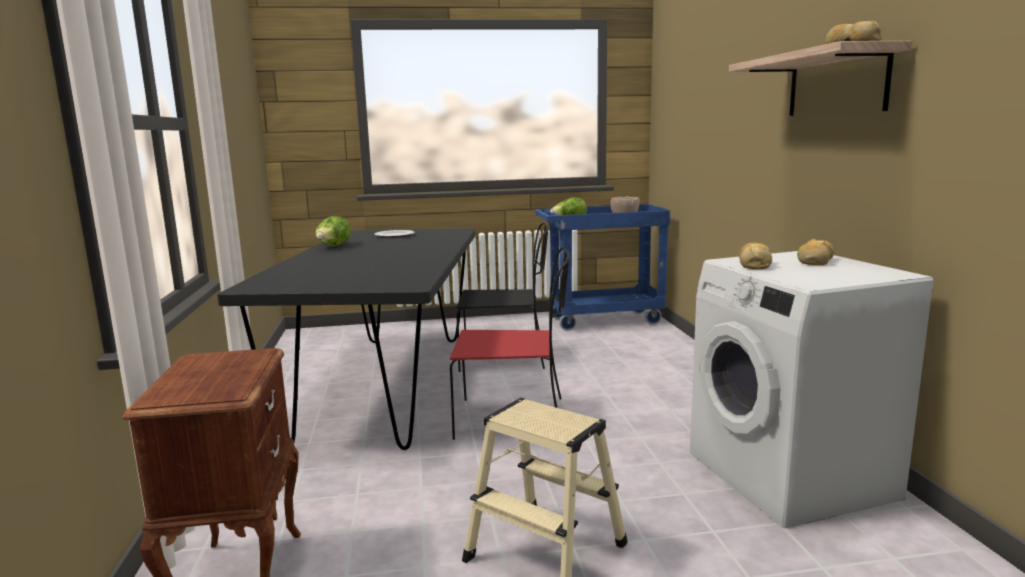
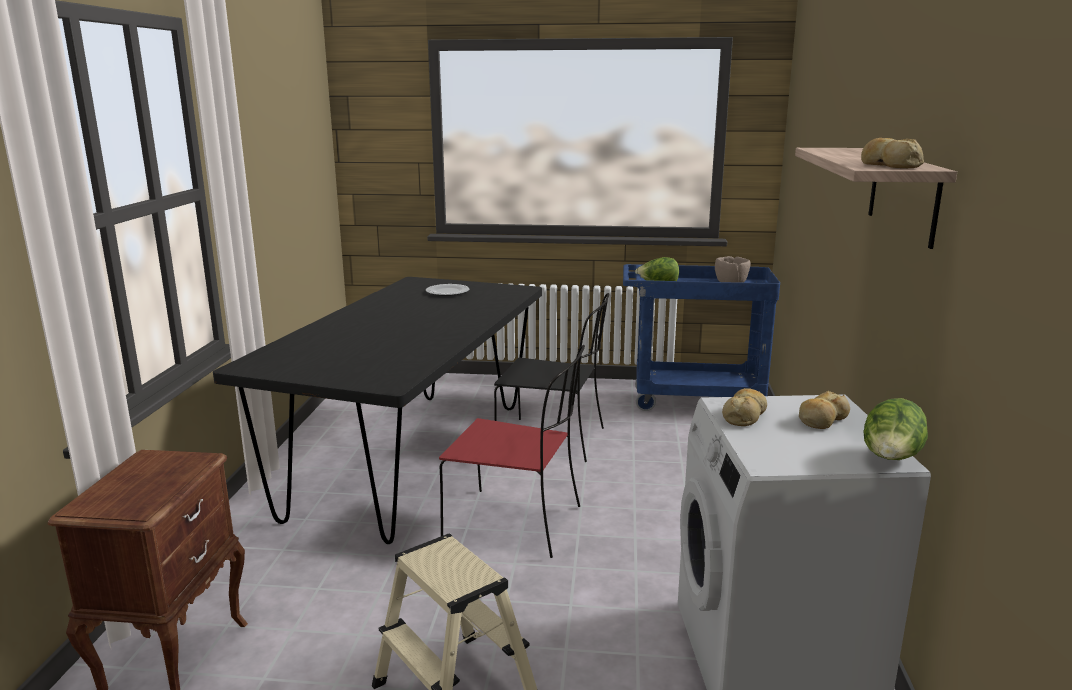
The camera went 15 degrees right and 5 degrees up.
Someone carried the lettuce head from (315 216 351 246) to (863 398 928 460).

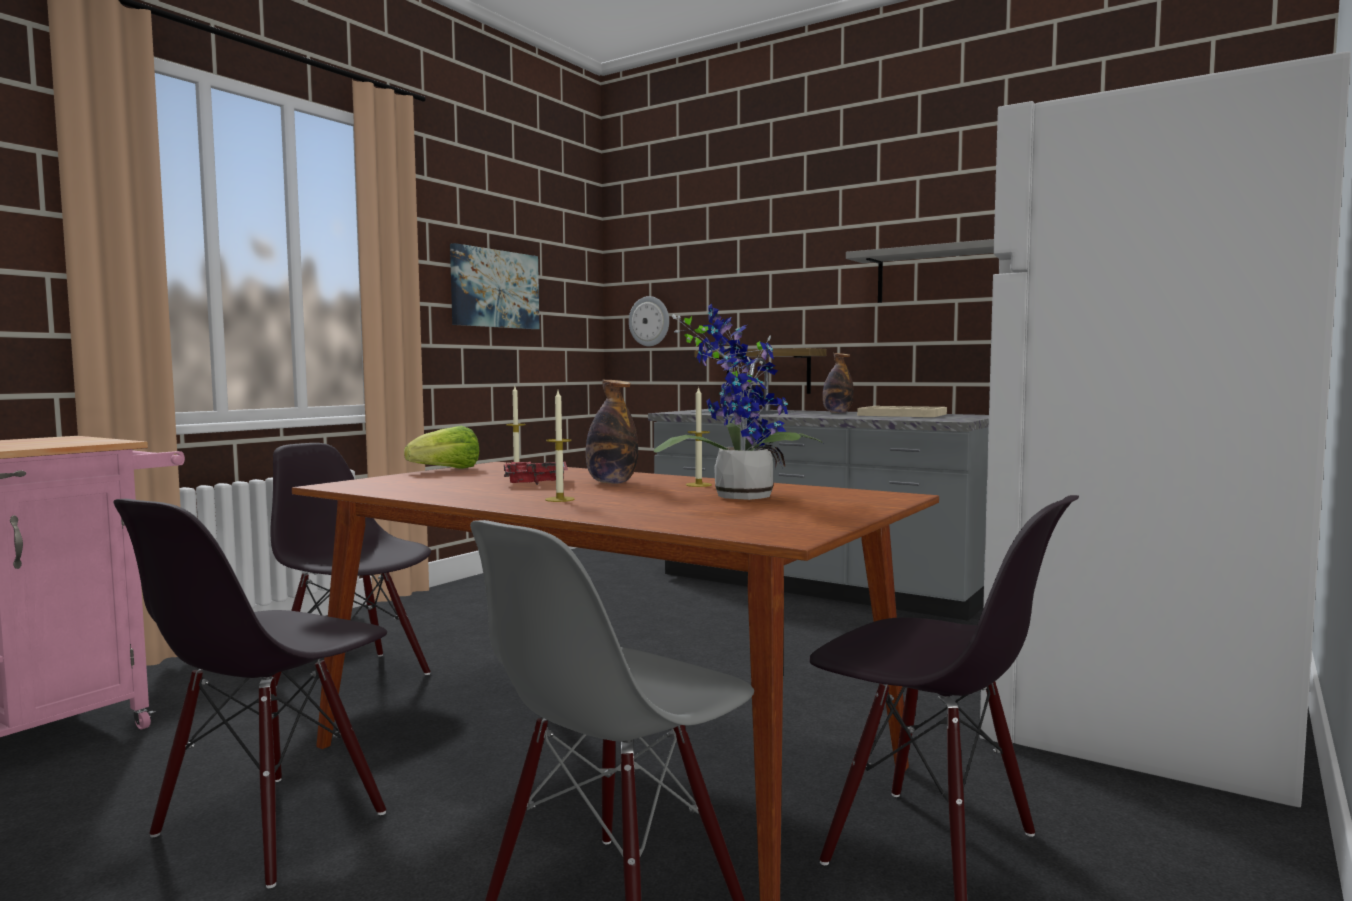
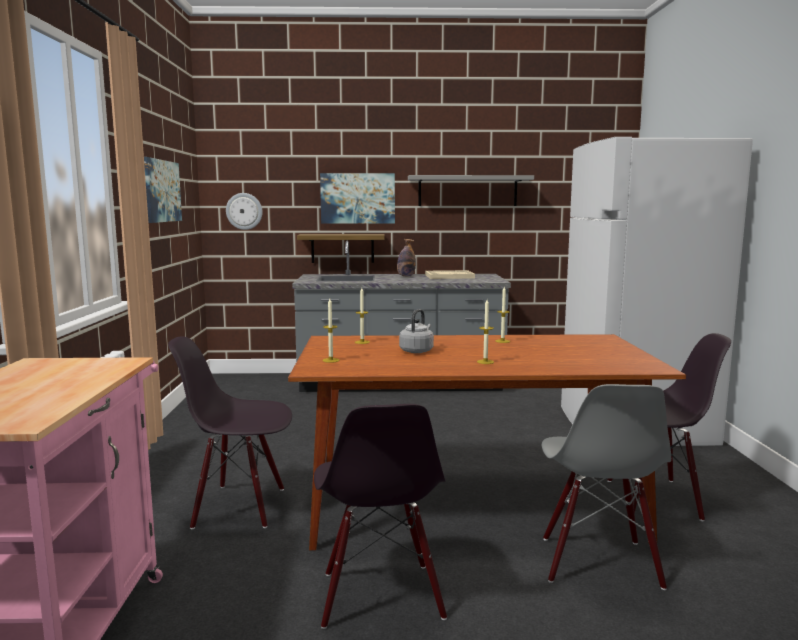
The camera went 35 degrees left and 5 degrees up.
Someone took away the lettuce head at (404 426 479 469).
Someone swapped the red tray at (504 462 568 485) for the grey kettle at (399 309 434 353).
Someone took away the drink bottle at (586 379 638 484).
Someone took away the houseplant at (654 303 823 500).
Someone put up the wall art at (320 173 395 224).
Someone put down the wax light at (323 299 339 363).

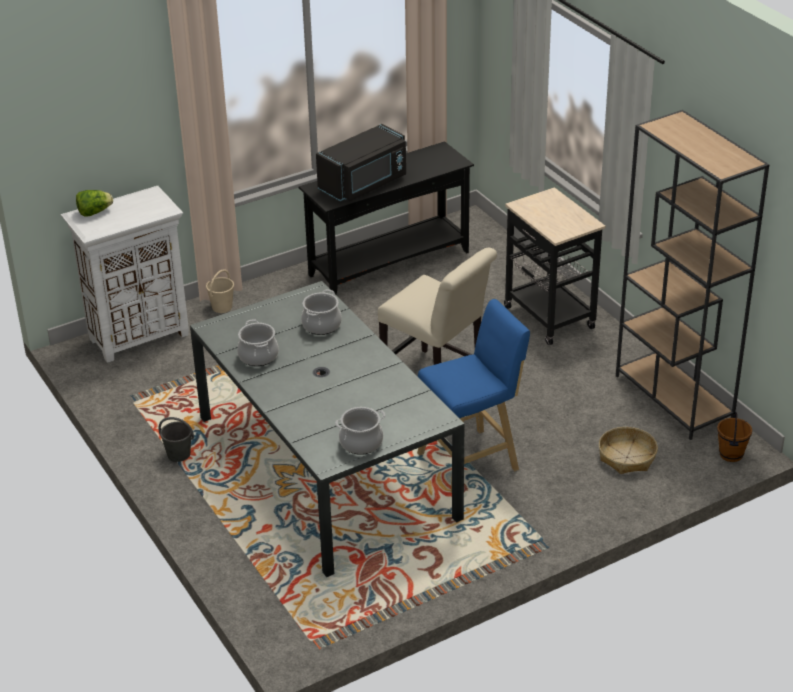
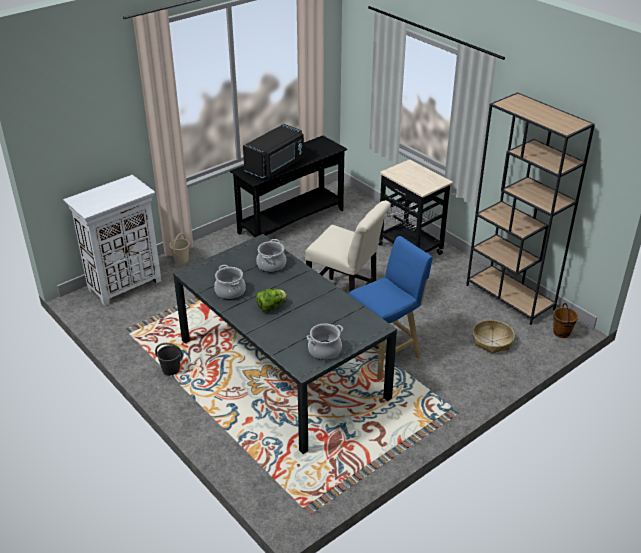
The camera went 10 degrees left and 0 degrees up.
Someone carried the lettuce head from (76 190 113 216) to (256 289 287 312).

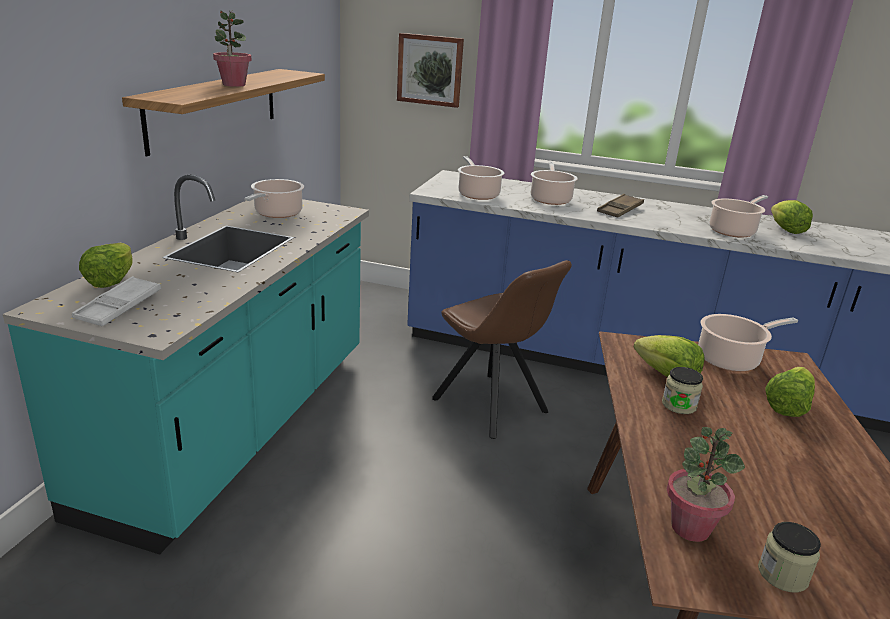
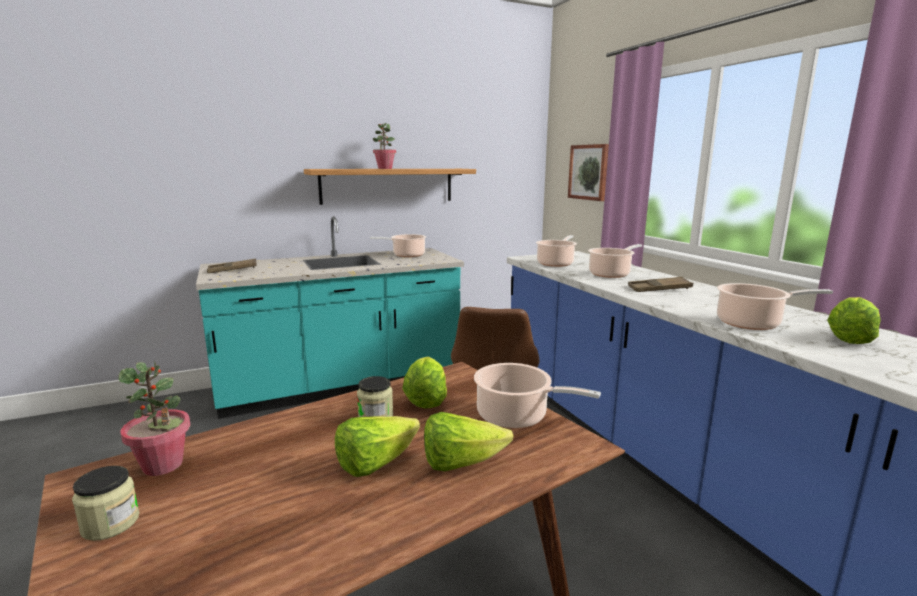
The camera went 50 degrees right and 10 degrees down.
Someone repainted the white-coloured tray at (72 276 161 326), which became the brown-coloured tray at (207 259 257 273).
Someone carried the lettuce head from (79 243 133 288) to (335 416 420 477).

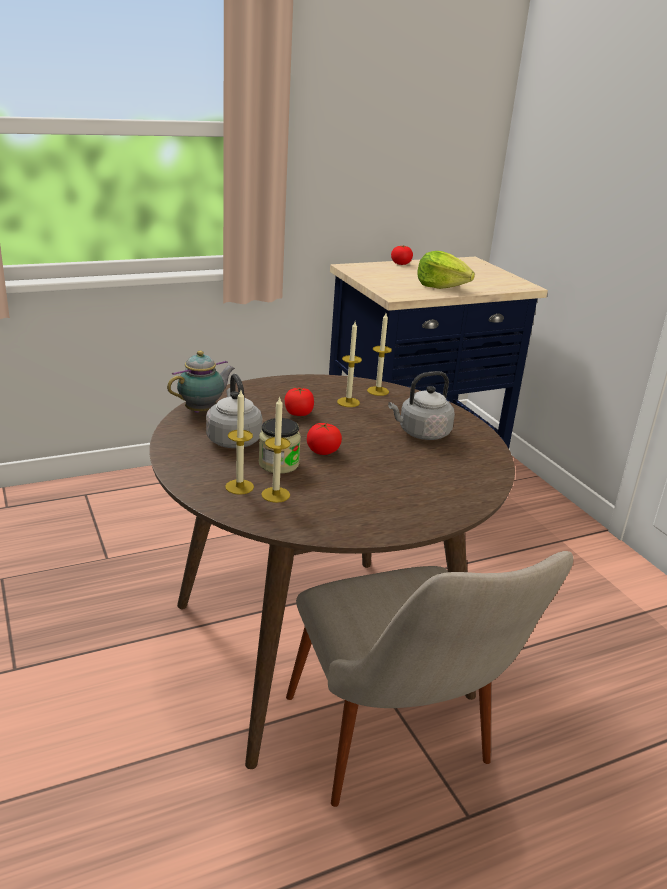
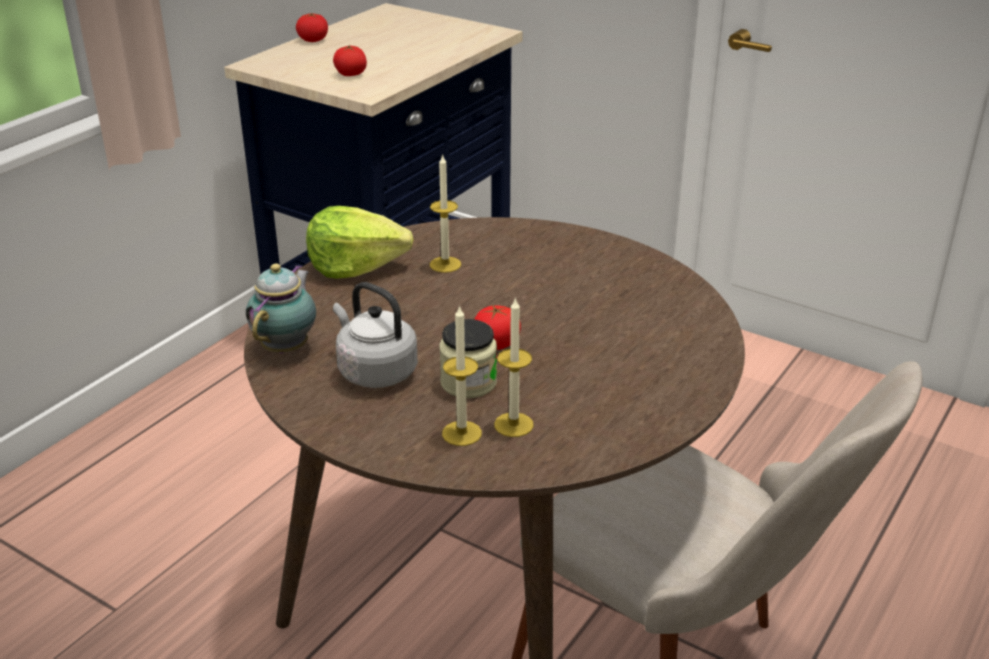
The camera went 30 degrees left and 5 degrees up.
Someone carried the whole tomato from (285 388 314 416) to (333 45 367 76).
Someone took away the wax light at (367 313 392 396).
Someone took away the grey kettle at (388 371 455 440).
Someone carried the lettuce head from (417 251 475 289) to (306 206 413 279).

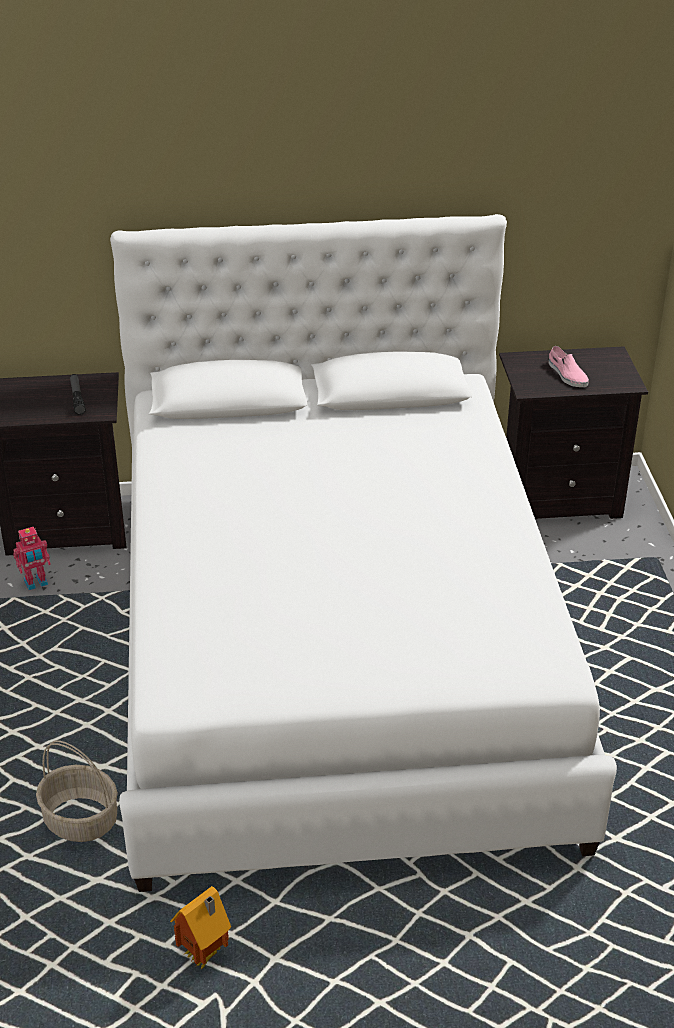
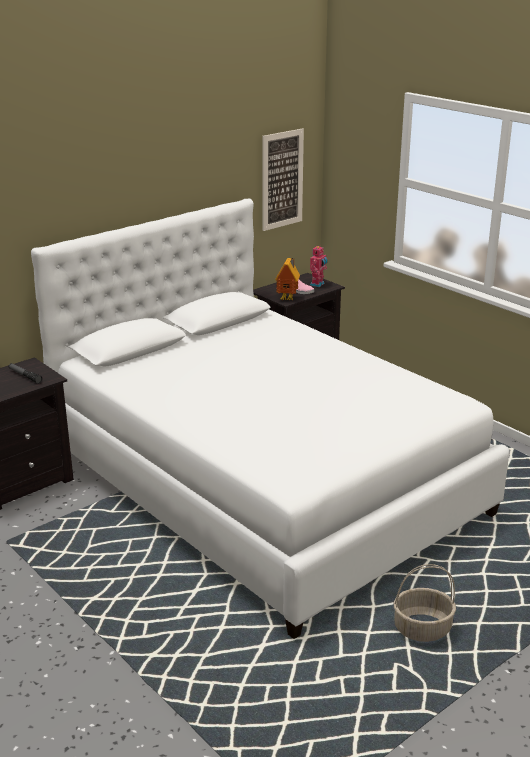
The camera went 35 degrees left and 10 degrees down.
Someone carried the model robot from (13 527 51 590) to (310 245 328 287).
Someone carried the basket from (36 741 118 842) to (394 564 456 642).
Someone carried the miniature house from (170 886 231 970) to (275 258 300 301).
Someone put up the wall art at (262 128 304 231).

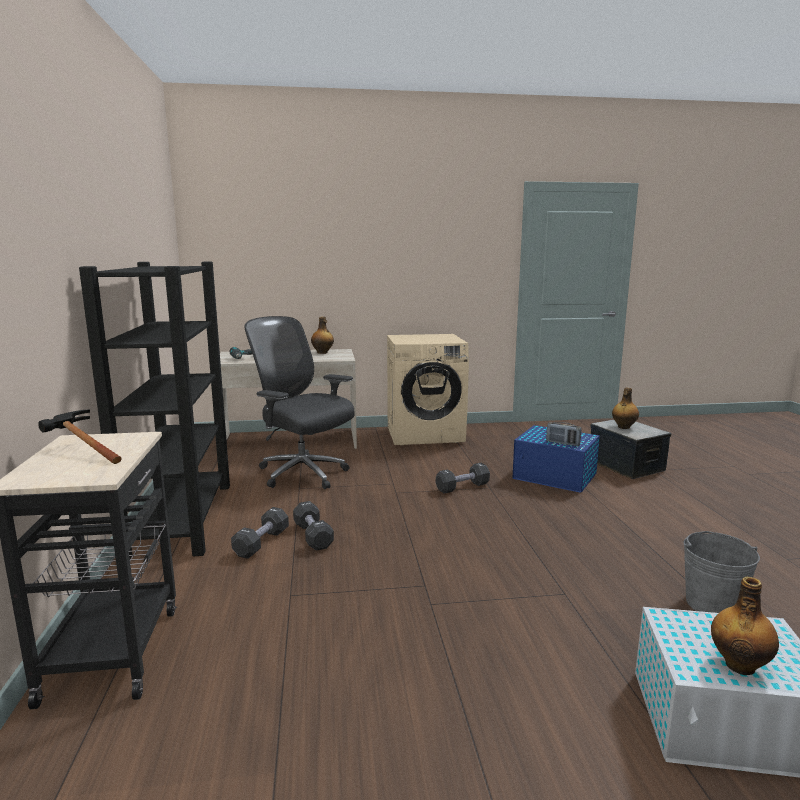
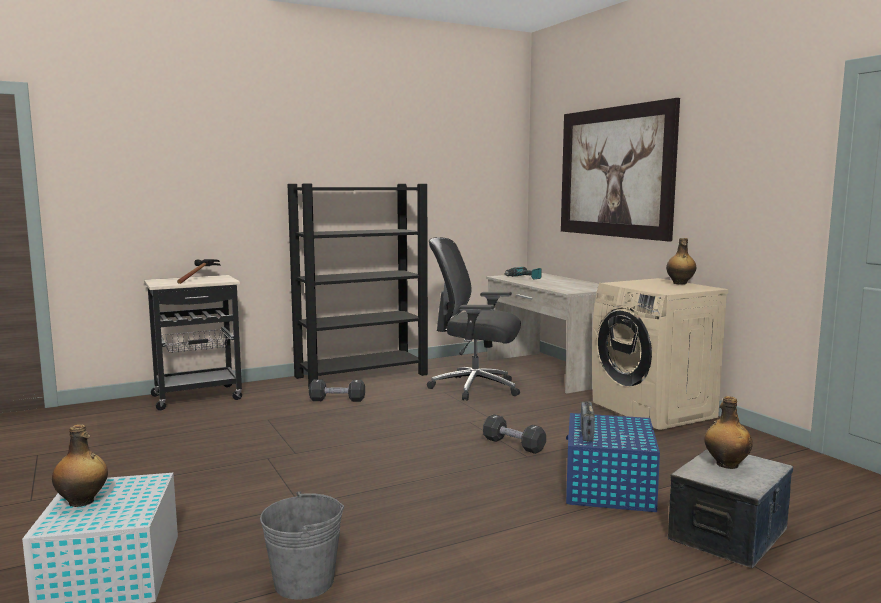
The camera went 70 degrees right and 5 degrees down.
Someone rotated the office chair at (244 316 354 489) by 90 degrees counterclockwise.
Someone took away the blackish free weight at (293 501 334 551).
Someone carried the drink bottle from (311 317 334 354) to (666 238 696 285).
Someone put up the wall art at (561 98 680 241).

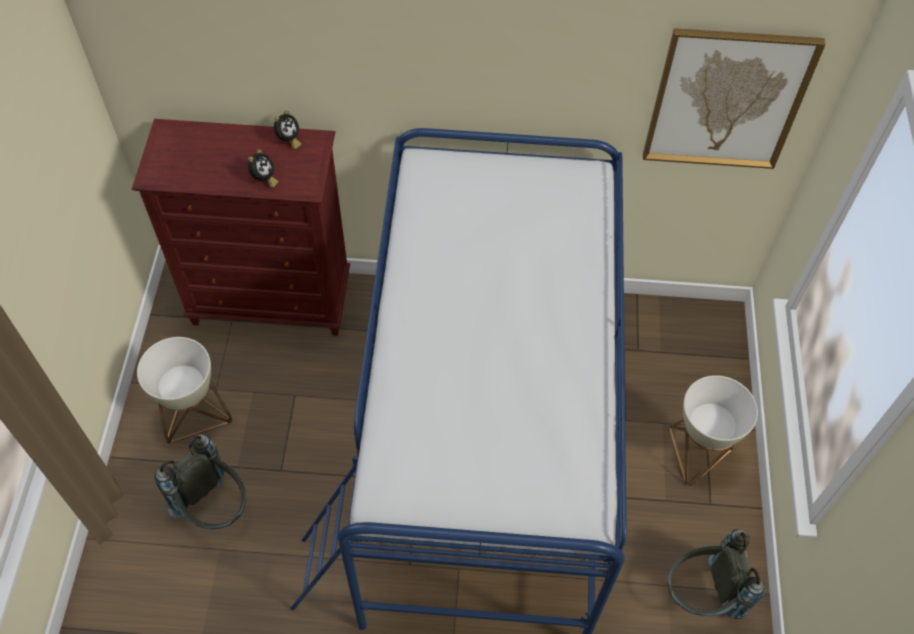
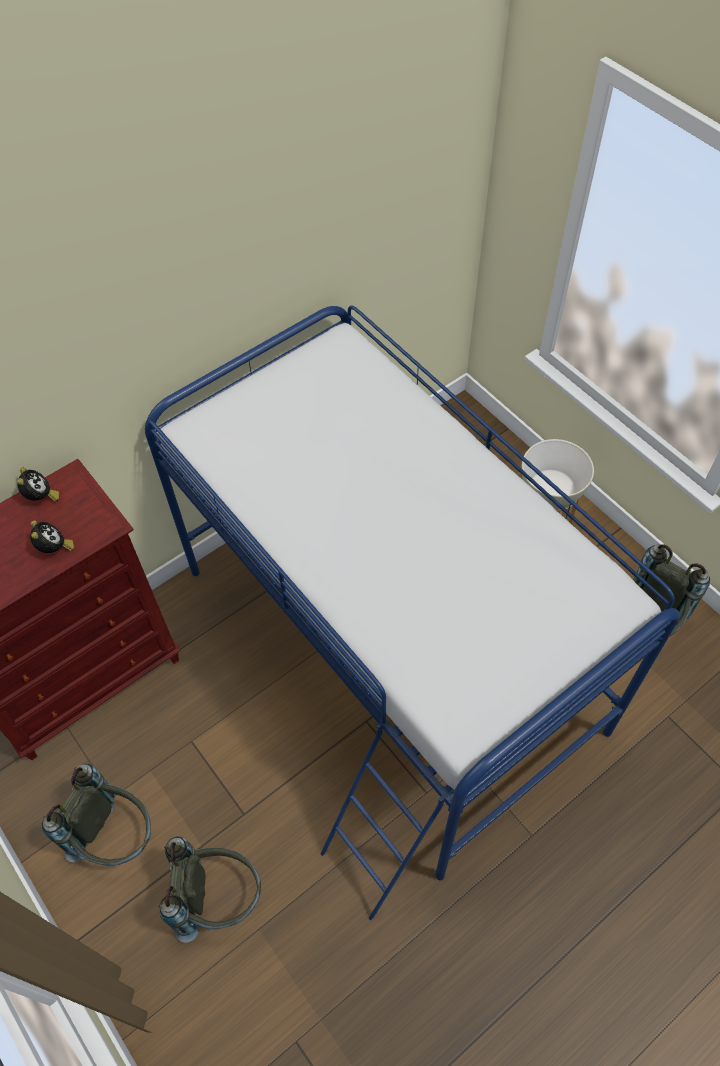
The camera went 40 degrees left and 0 degrees up.
Someone swapped the planter at (137 337 232 443) for the grey backpack at (42 763 151 866).
Someone took away the wall art at (643 28 826 169).

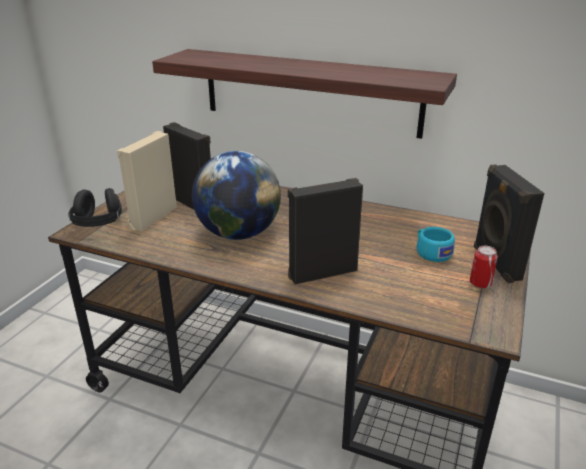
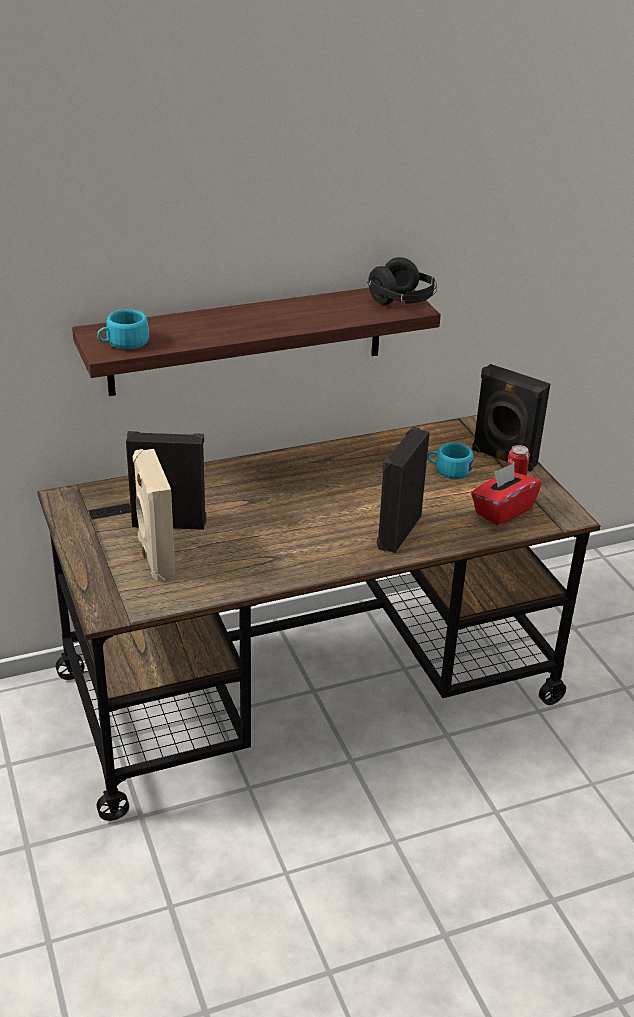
The camera went 45 degrees left and 5 degrees up.
Someone carried the blackish headphones from (68 188 122 227) to (367 257 437 305).
Someone took away the globe at (192 151 281 240).
Someone put down the turquoise-coloured cup at (97 309 149 349).
Someone put down the red box of tissues at (471 463 542 526).

